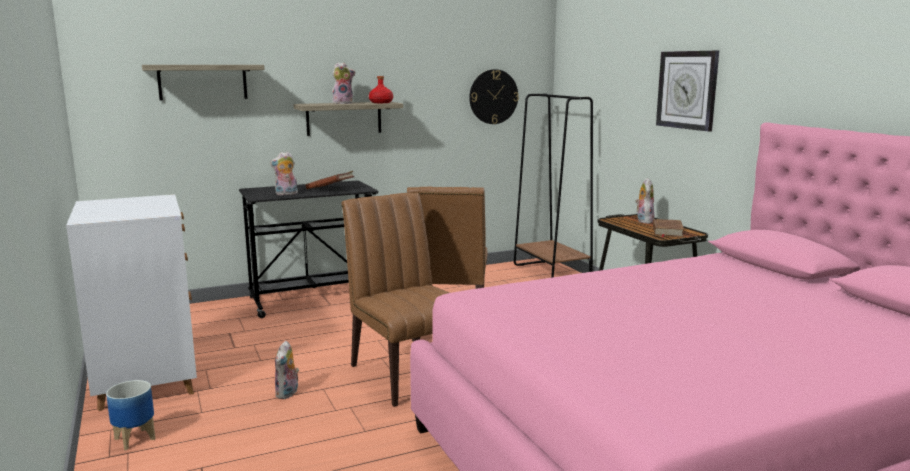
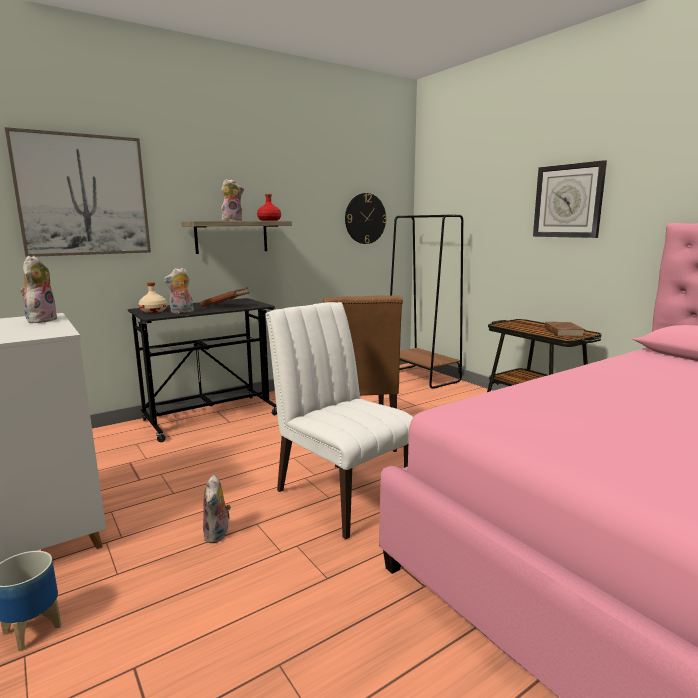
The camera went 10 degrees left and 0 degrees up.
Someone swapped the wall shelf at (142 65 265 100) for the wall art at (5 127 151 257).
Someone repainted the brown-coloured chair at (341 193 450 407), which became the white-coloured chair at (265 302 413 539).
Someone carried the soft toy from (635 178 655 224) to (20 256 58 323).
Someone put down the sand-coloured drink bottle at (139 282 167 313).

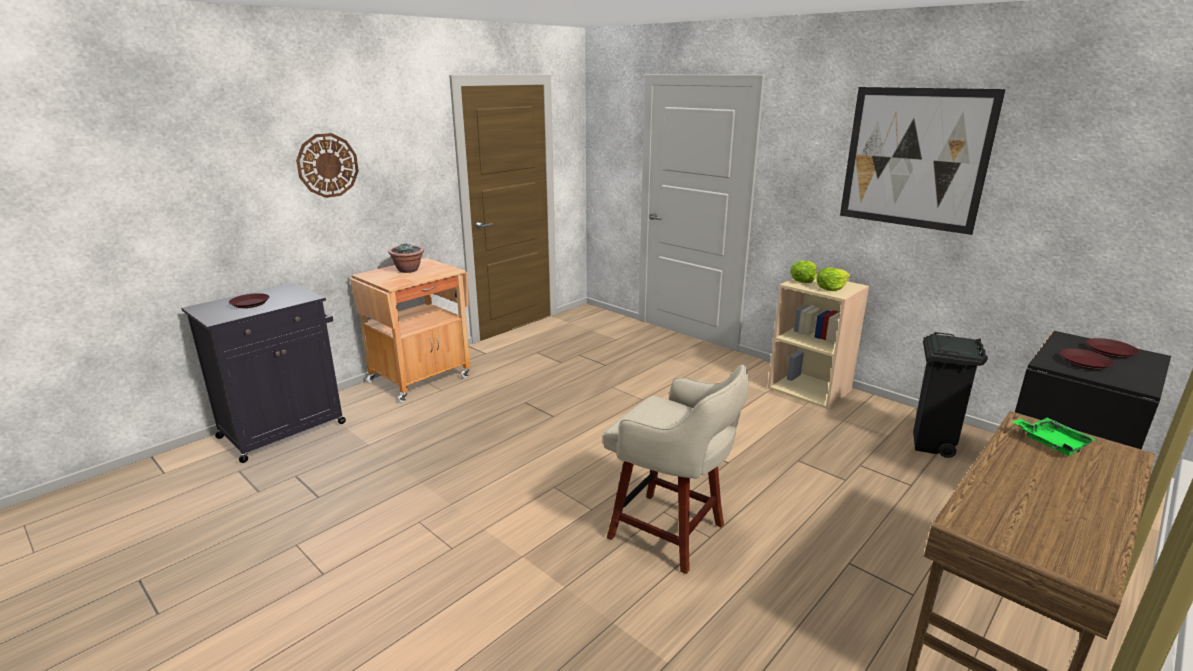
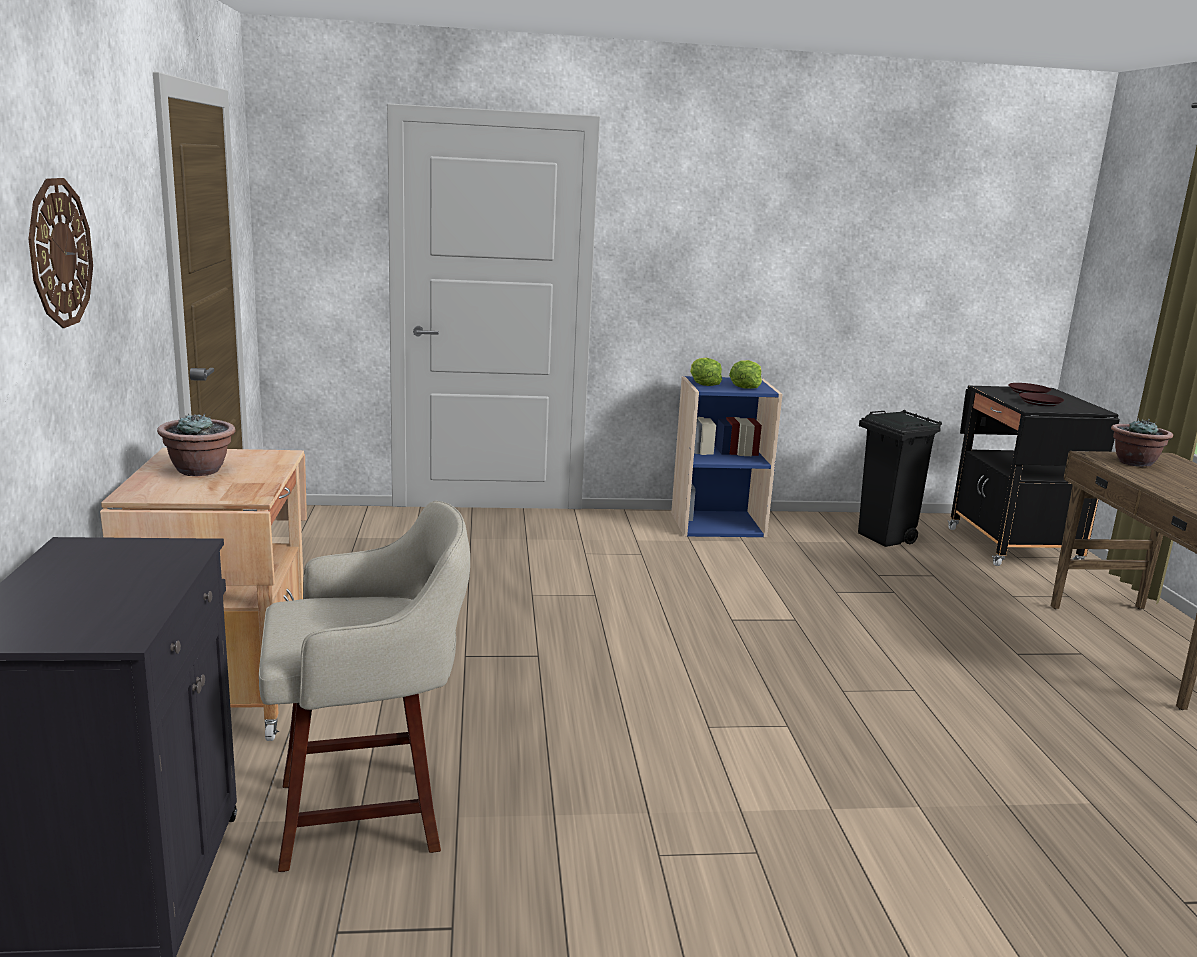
The camera went 50 degrees left and 5 degrees down.
Someone took away the brown-coloured dinner plate at (229 293 270 308).
Someone carried the sand-coloured stool seat from (603 364 749 574) to (259 501 470 872).
Someone repainted the sand-coloured shelving unit at (768 276 869 409), which became the bluish shelving unit at (671 376 782 537).
Someone took away the wall art at (840 87 1006 235).
Someone swapped the green tray at (1013 418 1096 456) for the houseplant at (1111 418 1173 467).

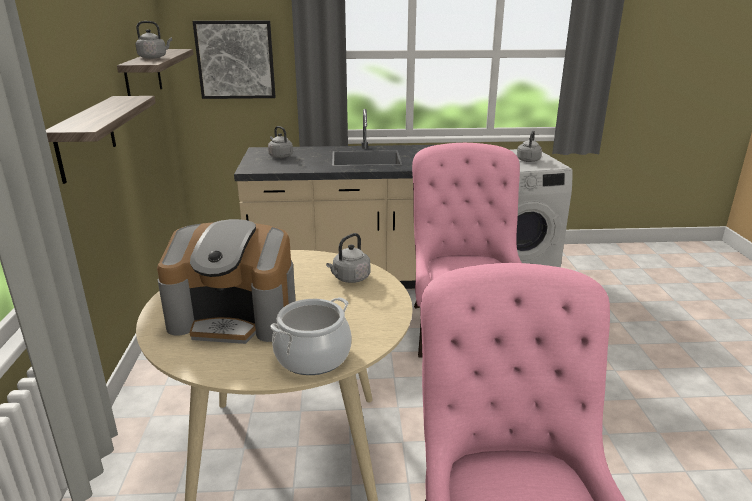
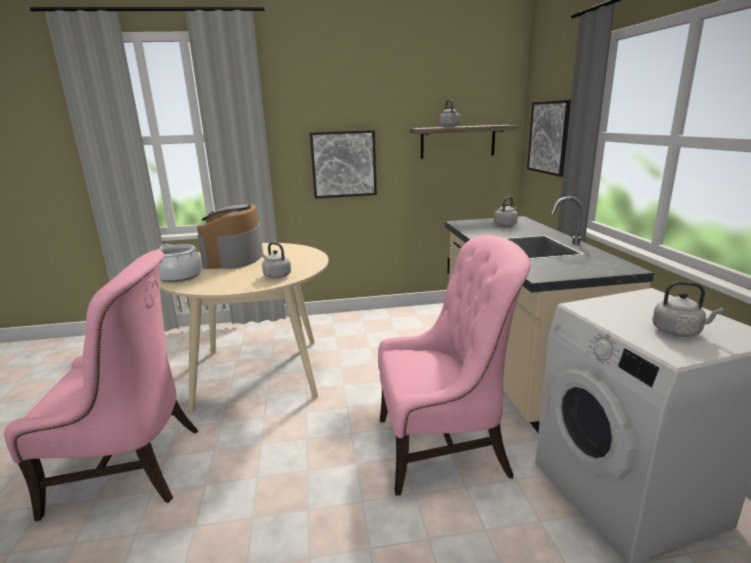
The camera went 85 degrees right and 5 degrees down.
Someone swapped the wall shelf at (46 96 156 184) for the wall art at (310 130 377 199).

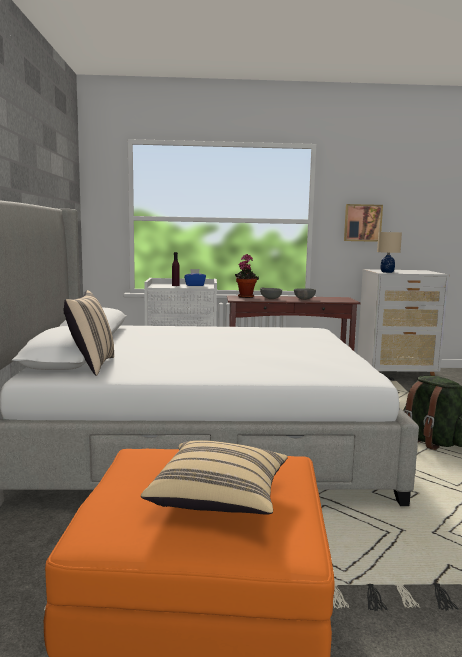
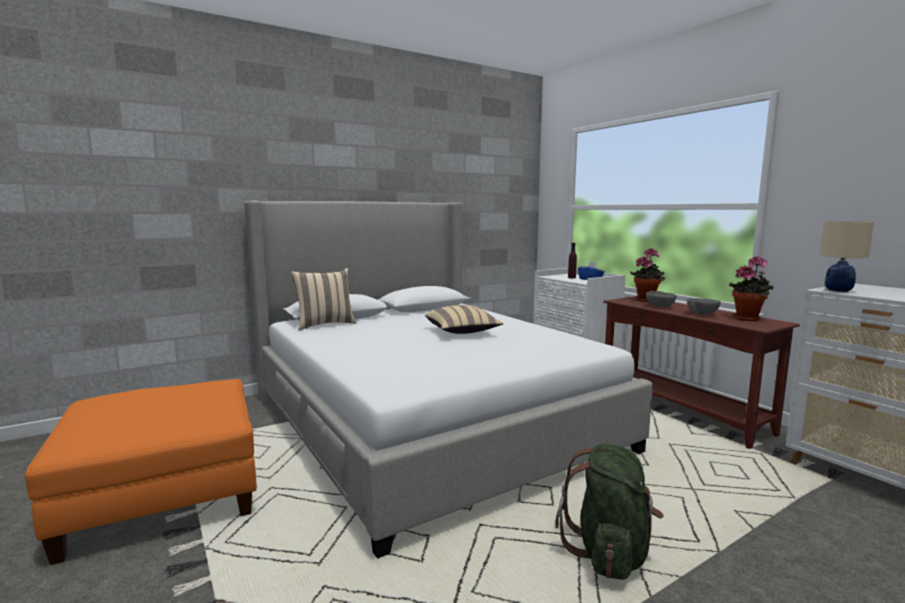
The camera went 60 degrees right and 0 degrees up.
Someone carried the sand-coloured pillow from (141 440 288 514) to (425 305 503 334).
Someone took away the wall art at (344 204 383 242).
Someone put down the houseplant at (729 256 773 321).

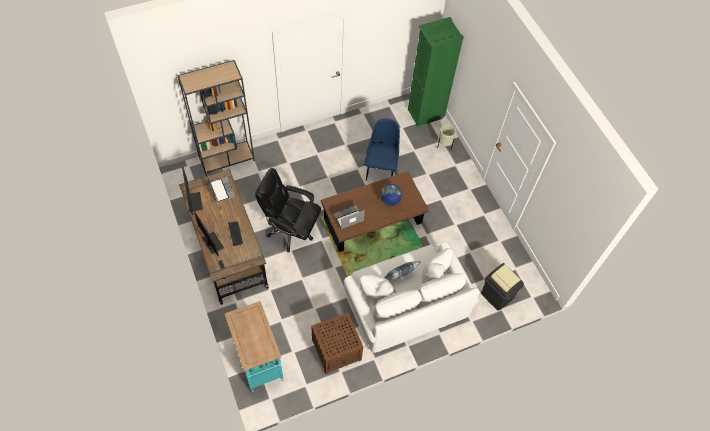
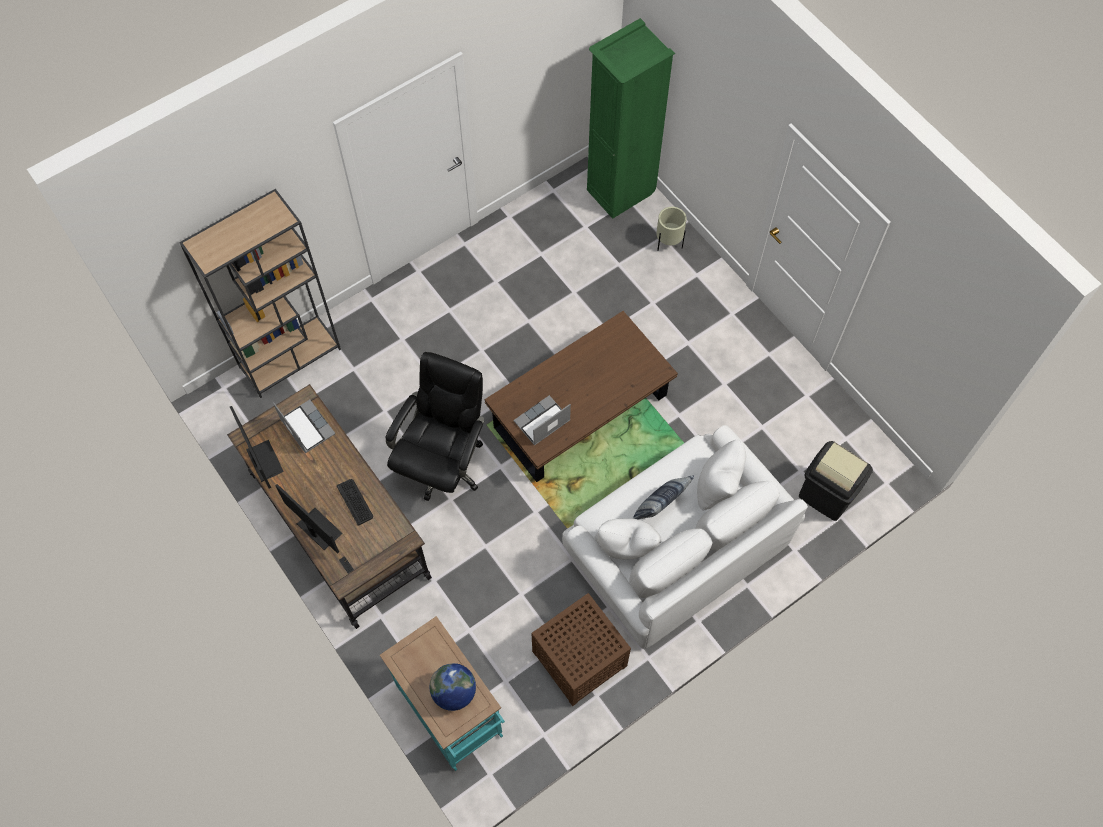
The camera went 10 degrees left and 5 degrees up.
Someone rotated the blackish office chair at (255 168 321 252) by 105 degrees clockwise.
Someone took away the bluish chair at (364 119 400 181).
Someone carried the globe from (380 184 402 206) to (430 663 476 711).

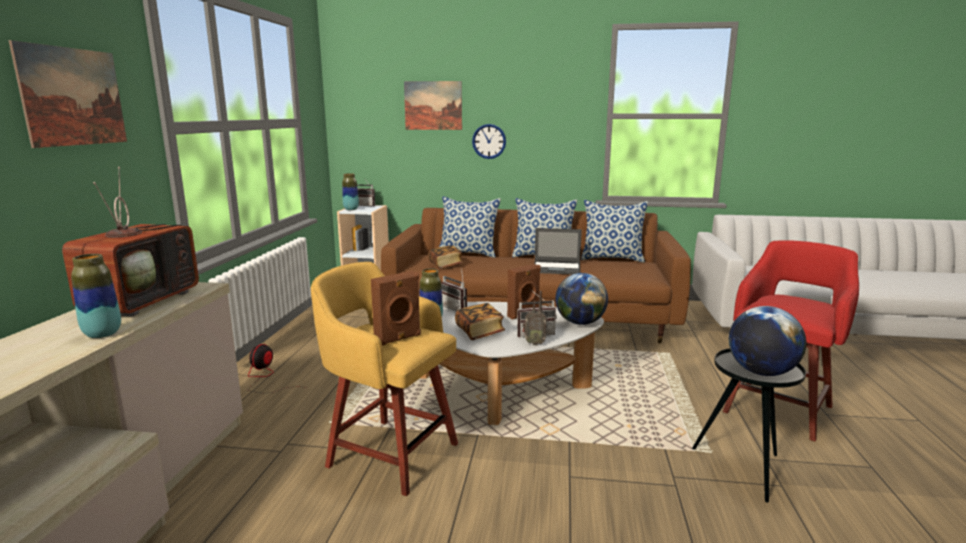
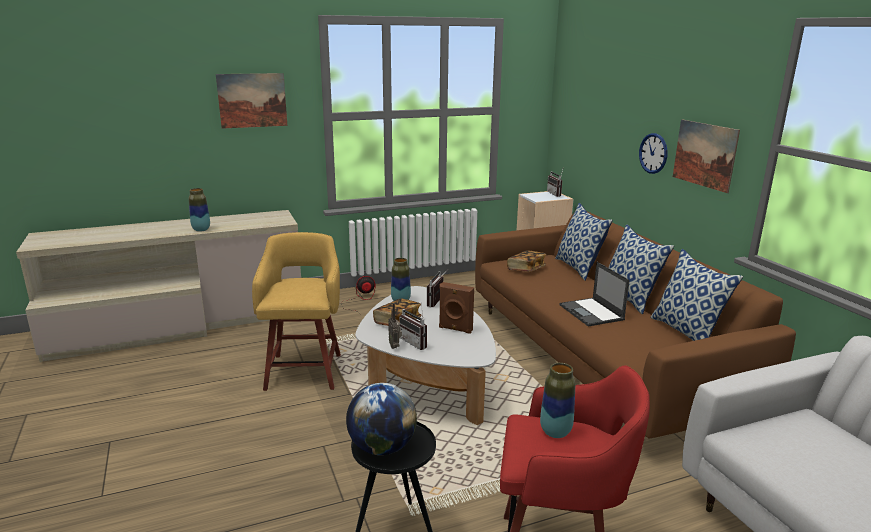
The camera went 60 degrees right and 5 degrees up.
Someone took away the TV at (62 167 199 316).
Someone carried the flower vase from (342 173 359 210) to (540 363 575 438).
Someone took away the brown-coloured speaker at (371 271 421 346).
Someone carried the wall art from (404 81 462 130) to (673 119 740 193).
Someone took away the globe at (556 273 608 325).

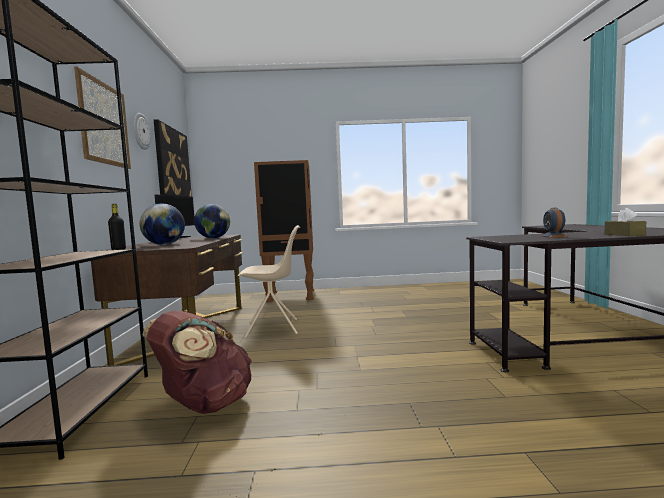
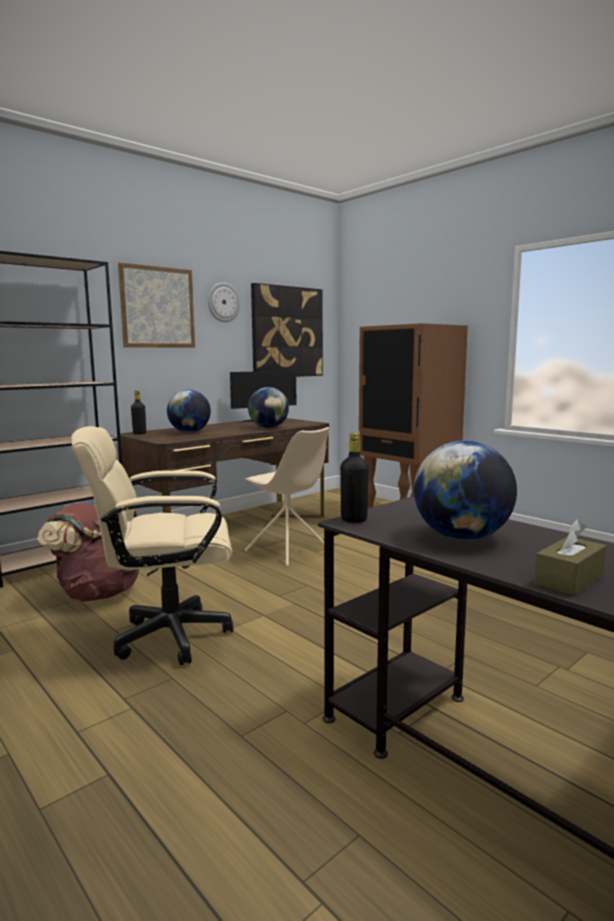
The camera went 50 degrees right and 5 degrees up.
Someone swapped the table clock at (542 207 567 238) for the globe at (414 440 517 540).
Someone put down the sand-coloured office chair at (71 426 233 665).
Someone put down the blackish drink bottle at (340 433 369 523).

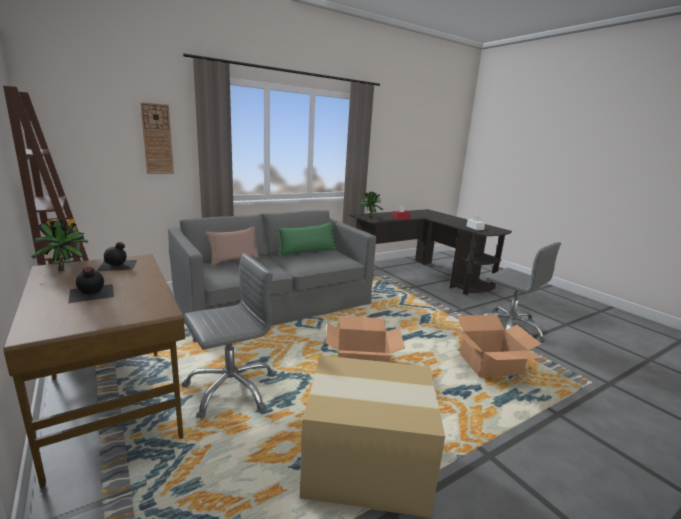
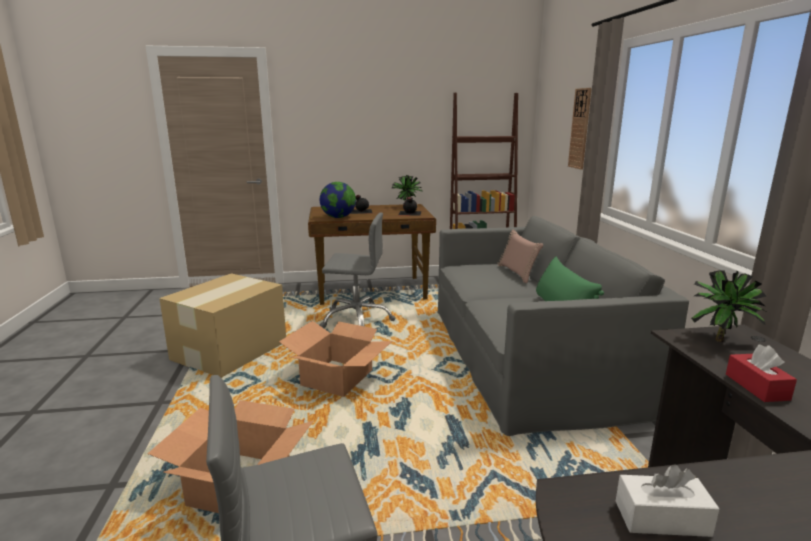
The camera went 115 degrees right and 0 degrees up.
Someone rotated the grey office chair at (182 253 276 419) by 75 degrees counterclockwise.
Someone put down the globe at (320 182 356 218).

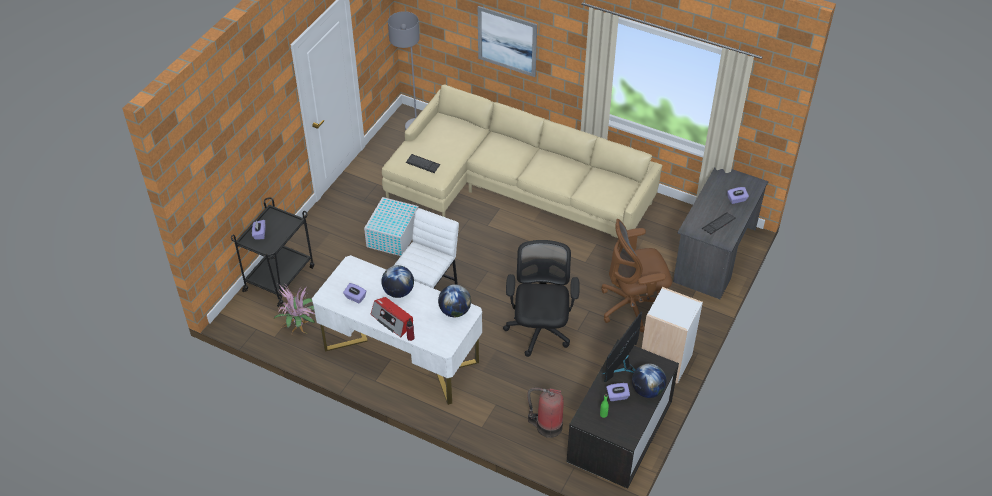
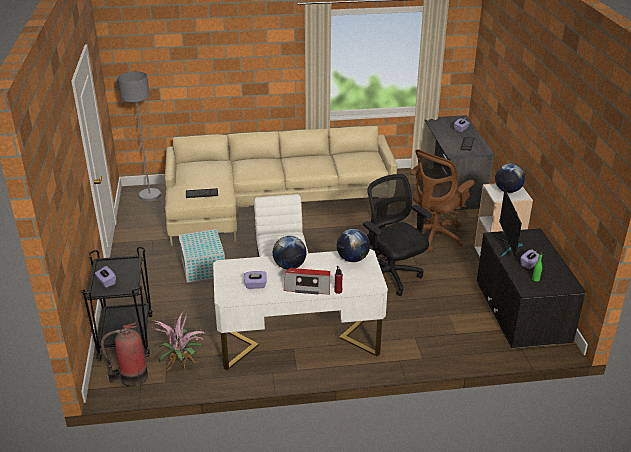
The camera went 35 degrees left and 15 degrees down.
Someone took away the wall art at (478 6 537 77).
Someone carried the fire-fighting cylinder from (527 387 564 438) to (101 322 148 387).
Someone carried the globe from (632 364 667 398) to (495 163 525 193).

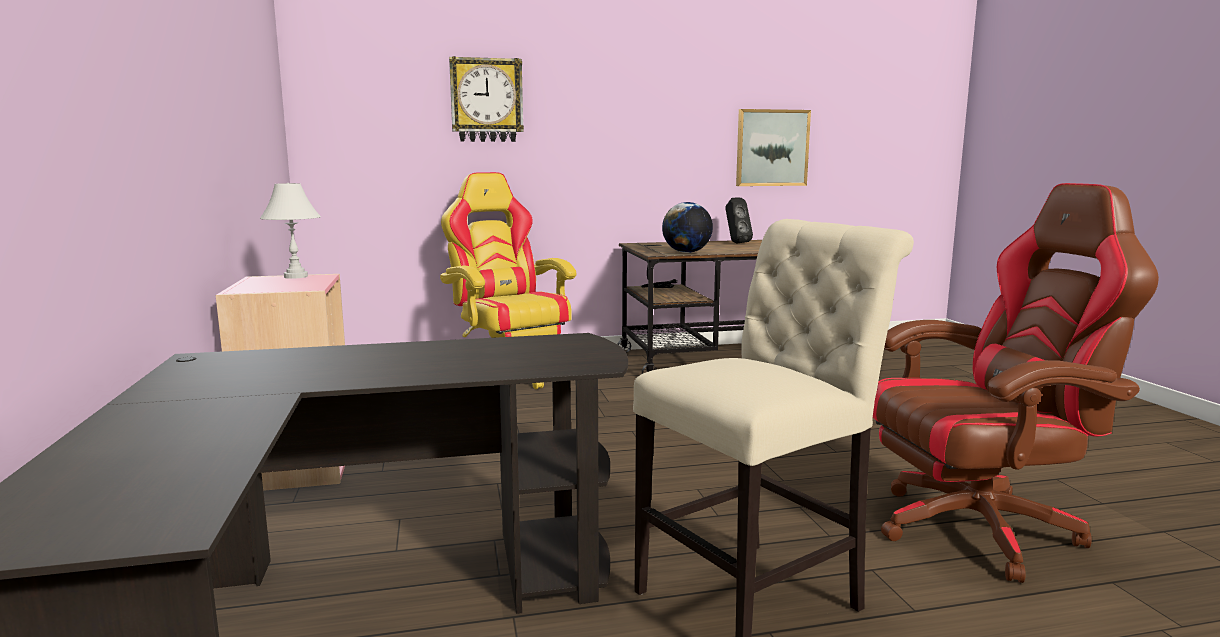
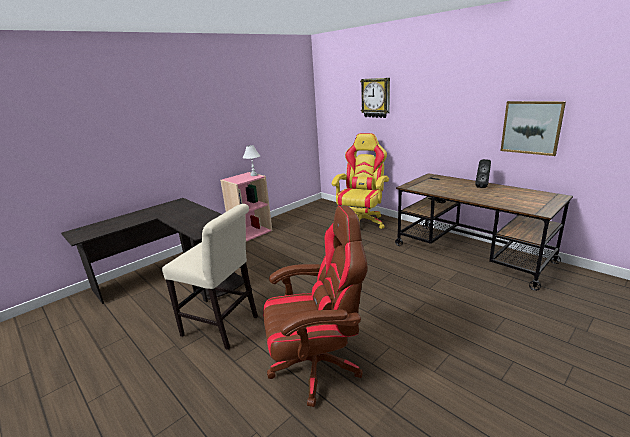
The camera went 60 degrees right and 10 degrees up.
Someone took away the globe at (662 202 713 253).
Someone rotated the brown-coloured office chair at (873 183 1159 583) by 60 degrees counterclockwise.

